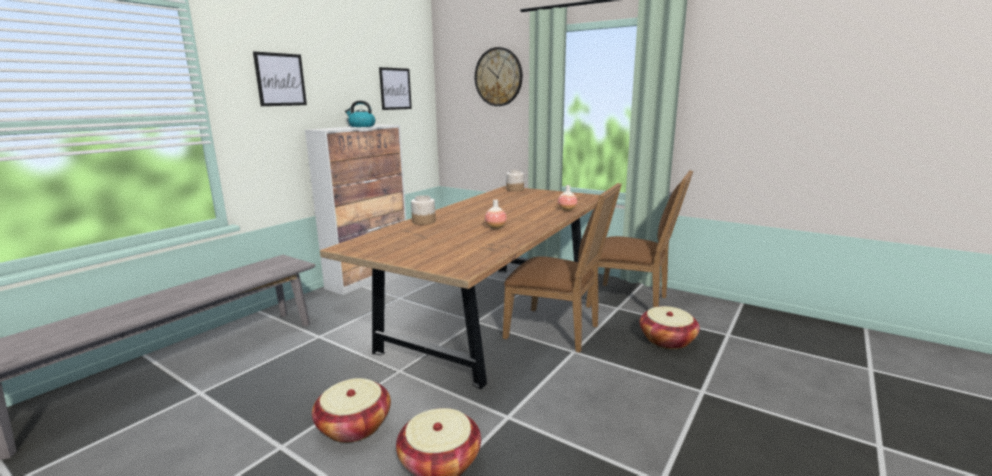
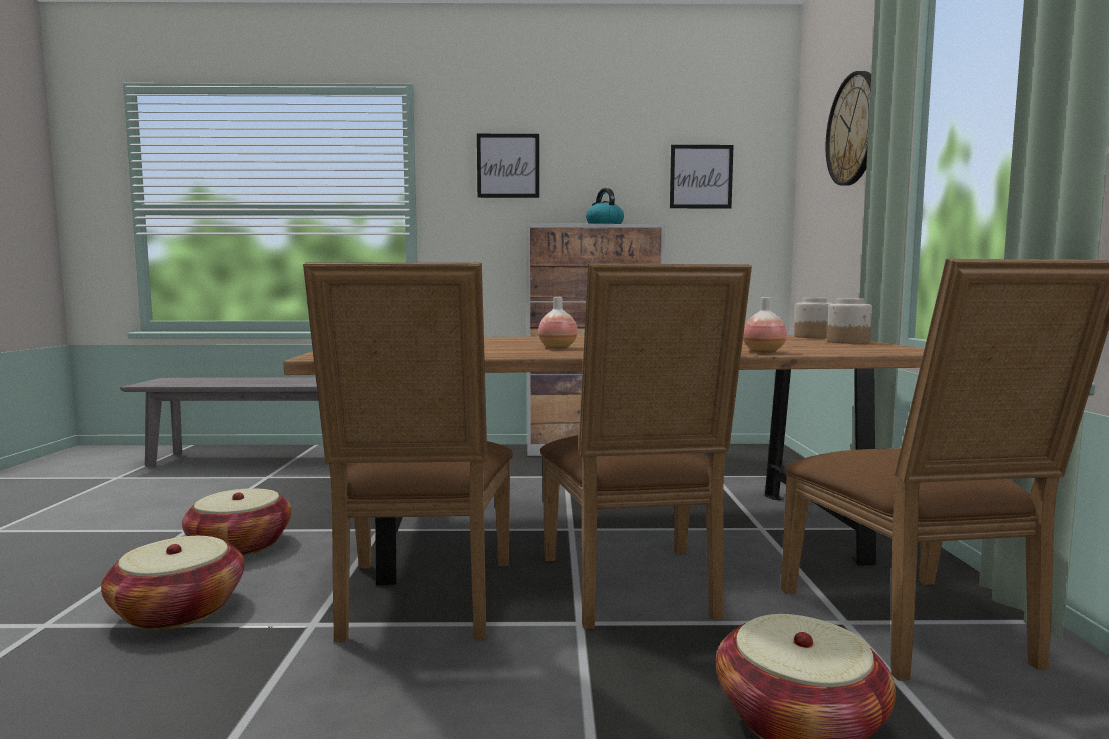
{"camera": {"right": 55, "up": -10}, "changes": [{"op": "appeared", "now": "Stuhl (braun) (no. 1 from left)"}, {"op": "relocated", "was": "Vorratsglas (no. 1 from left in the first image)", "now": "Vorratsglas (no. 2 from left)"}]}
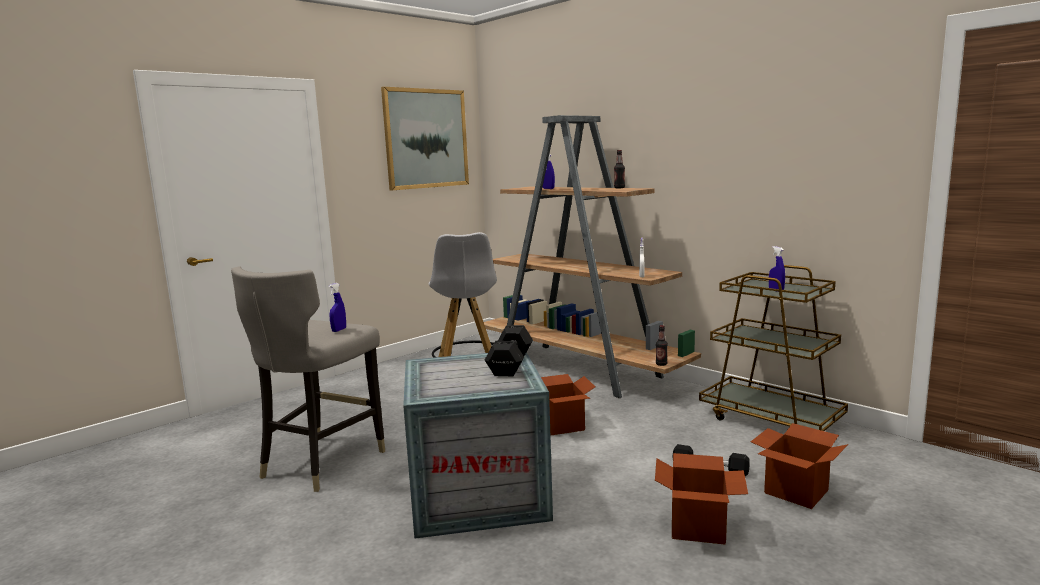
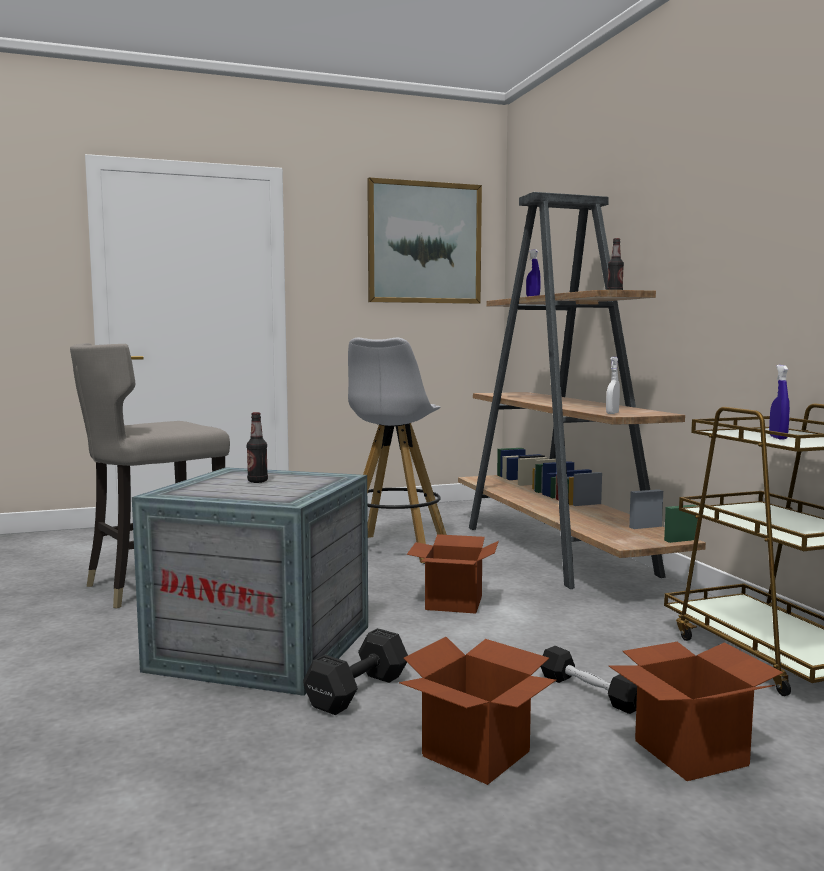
{"camera": {"right": 25, "up": -5}, "changes": [{"op": "missing", "was": "Sprühflasche (blau) (no. 1 from left)"}, {"op": "relocated", "was": "Hantel (schwarz) (no. 1 from left)"}, {"op": "relocated", "was": "Flasche (no. 2 from left in the first image)", "now": "Flasche (no. 1 from left)"}]}
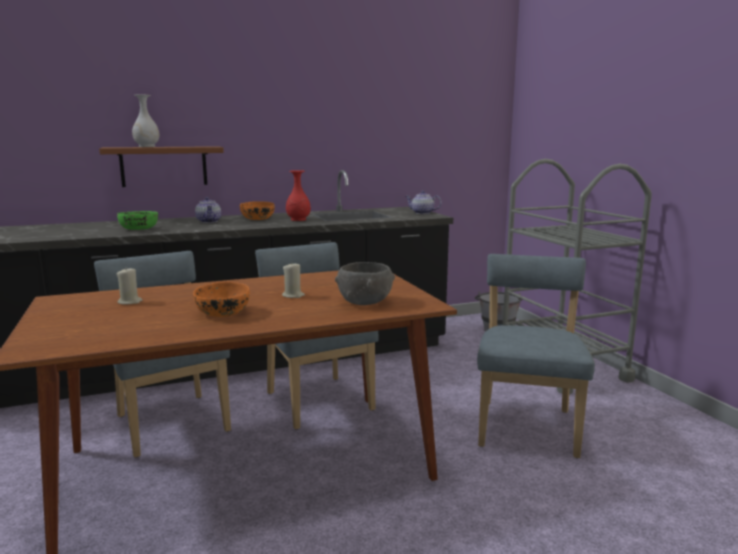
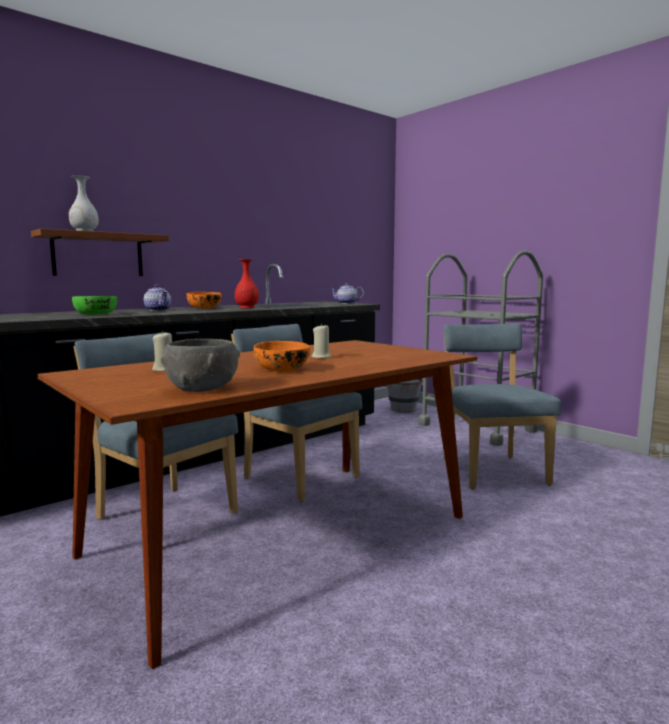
{"camera": {"right": -20, "up": -5}, "changes": [{"op": "relocated", "was": "Schüssel (grau)"}]}
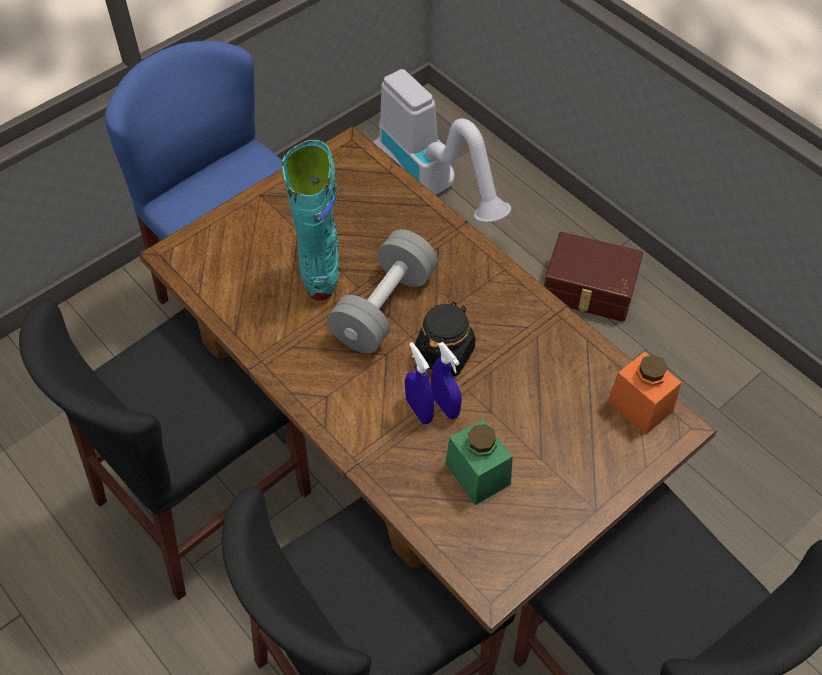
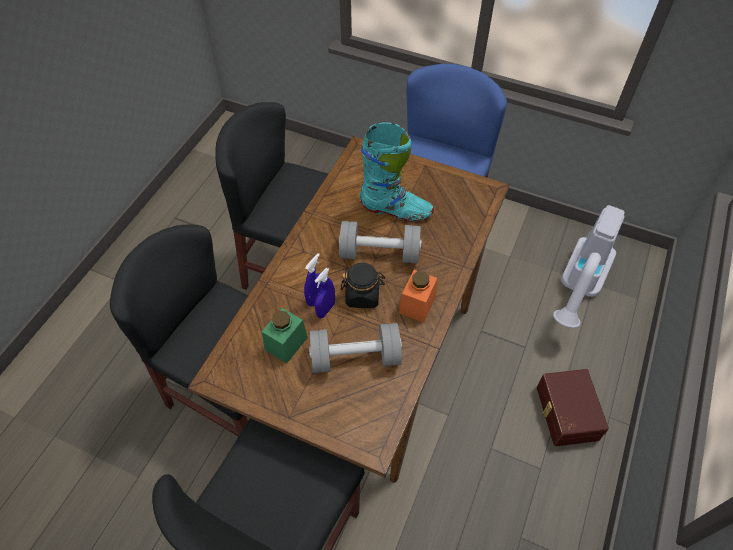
{"camera": {"right": 65, "up": 0}, "changes": [{"op": "appeared", "now": "Hantel (grau) (no. 1 from left)"}, {"op": "relocated", "was": "Vorratsglas (orange)"}, {"op": "spun", "was": "Stiefel (türkis)", "clockwise": 45}]}
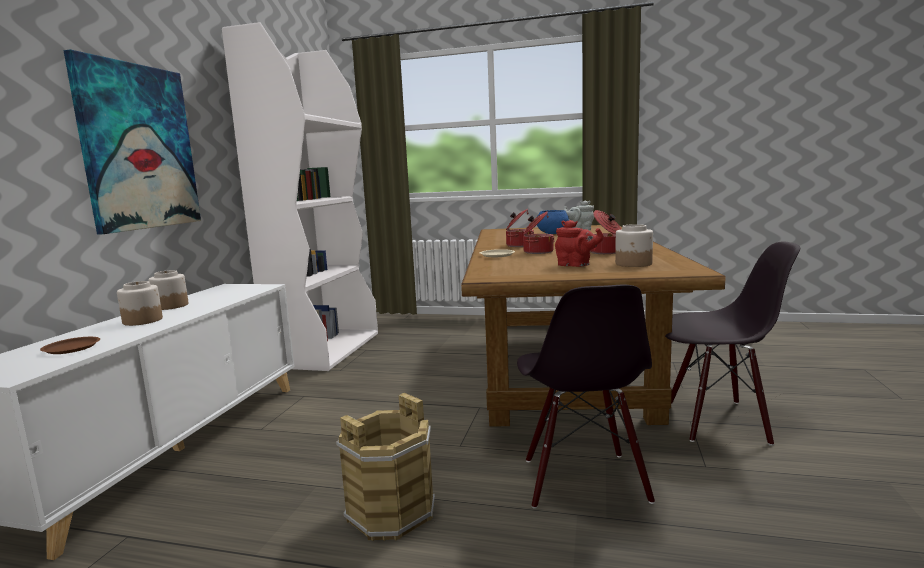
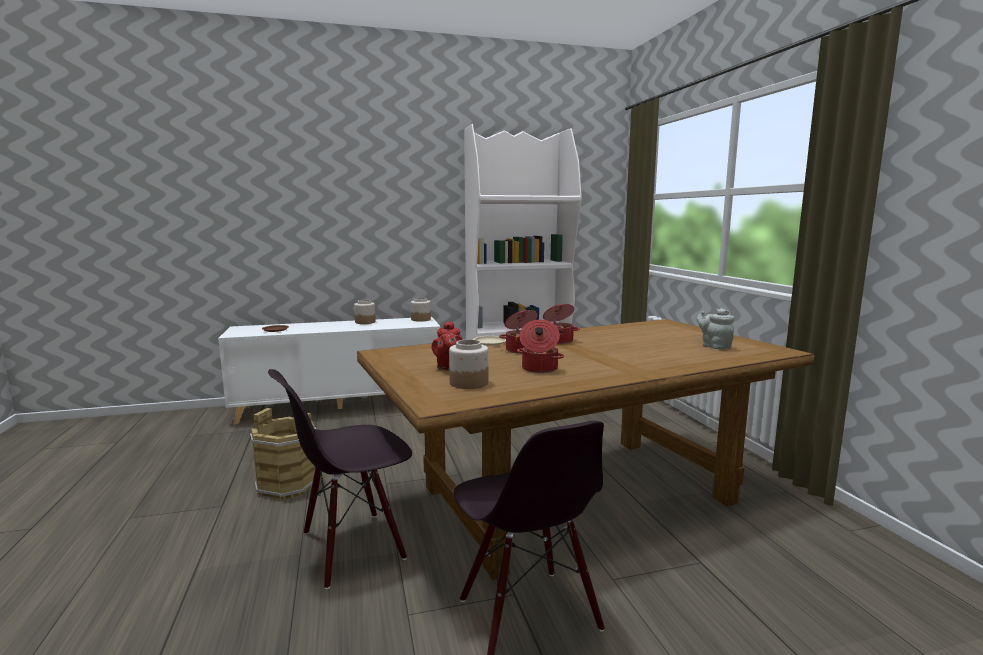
{"camera": {"right": 60, "up": 0}, "changes": [{"op": "missing", "was": "Bild"}, {"op": "missing", "was": "Schüssel (blau)"}, {"op": "relocated", "was": "Vorratsglas (no. 1 from left in the first image)", "now": "Vorratsglas (no. 2 from left)"}]}
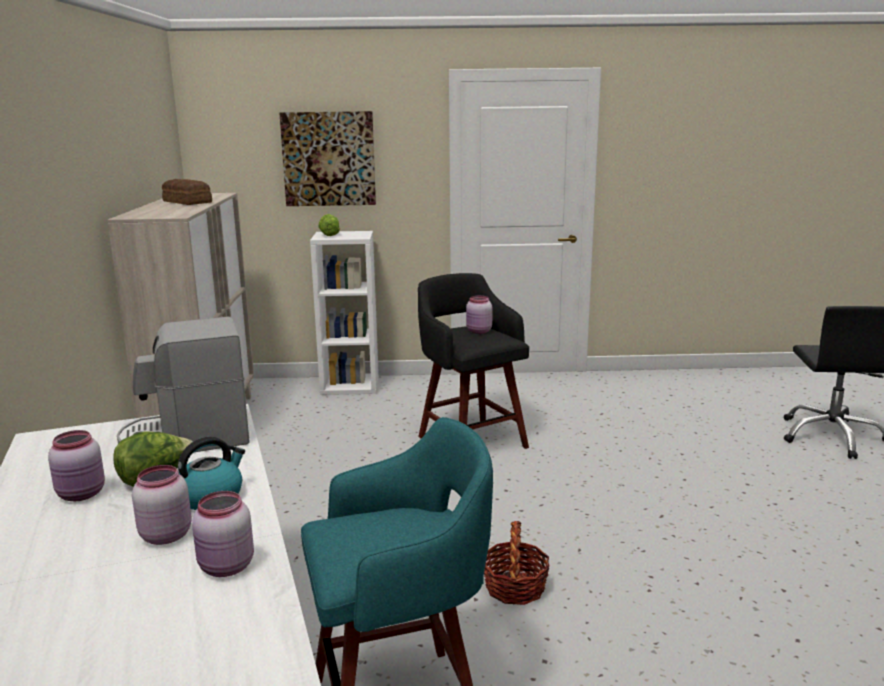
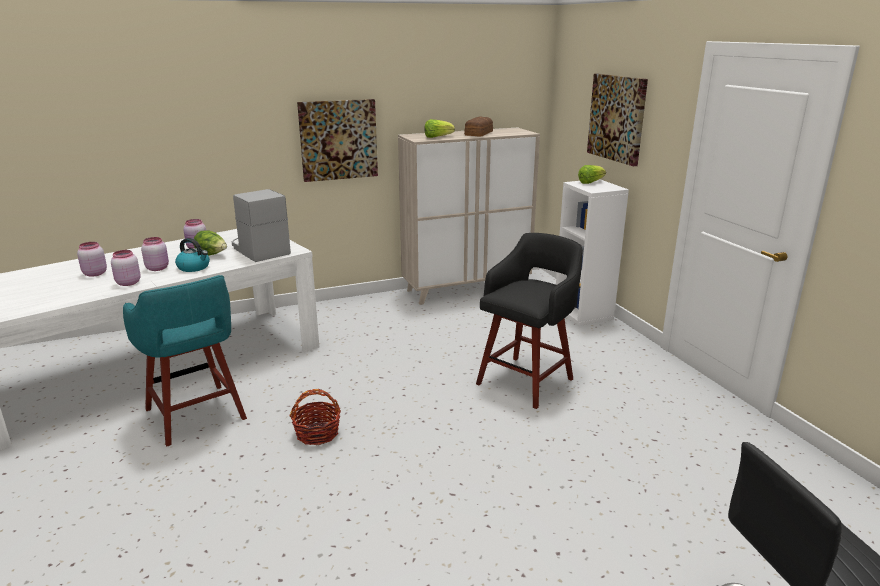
{"camera": {"right": 70, "up": 5}, "changes": [{"op": "appeared", "now": "Bild (no. 1 from left)"}, {"op": "appeared", "now": "Salatkopf (no. 2 from left)"}, {"op": "relocated", "was": "Vorratsglas (rosa) (no. 4 from left in the first image)", "now": "Vorratsglas (rosa) (no. 1 from left)"}]}
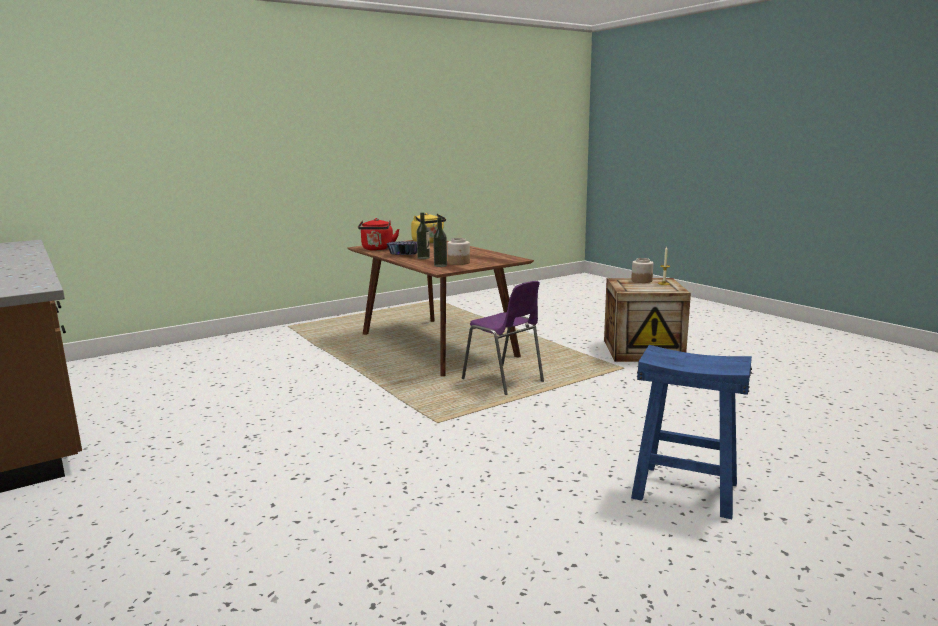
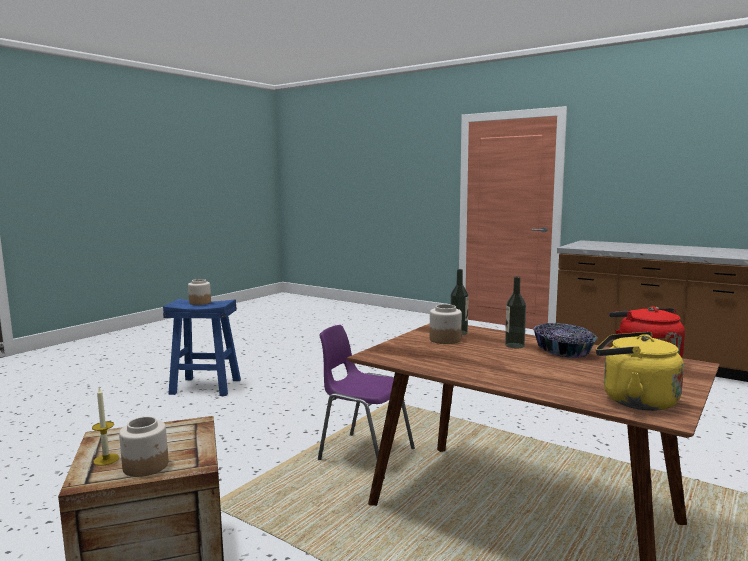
{"camera": {"right": 160, "up": -5}, "changes": [{"op": "appeared", "now": "Vorratsglas (no. 2 from left)"}]}
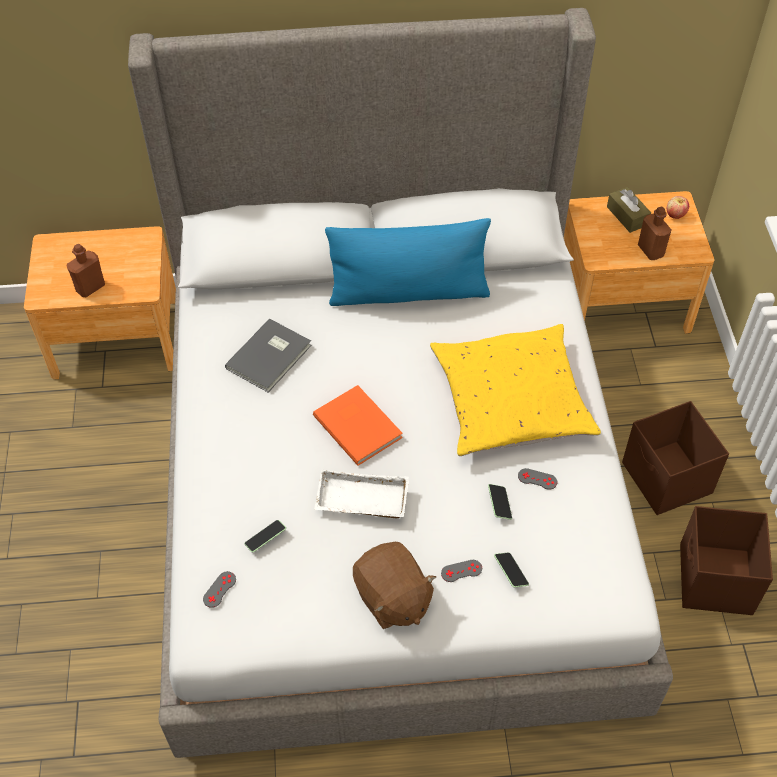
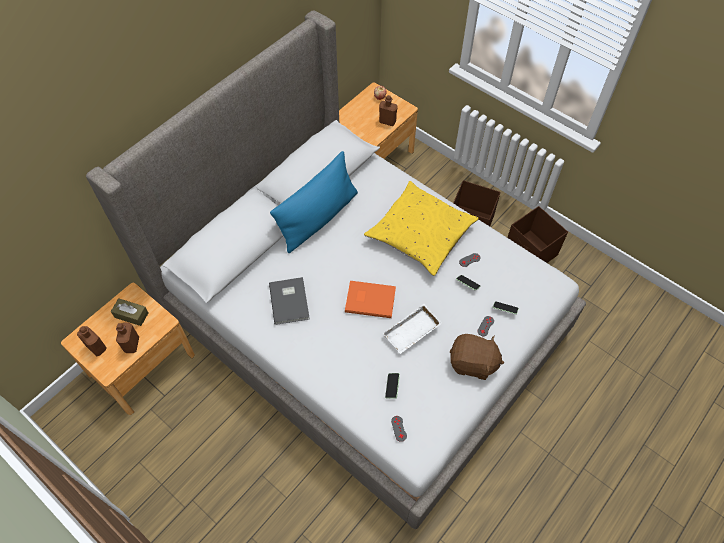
{"camera": {"right": -45, "up": 5}, "changes": [{"op": "appeared", "now": "Flasche (braun) (no. 1 from left)"}, {"op": "relocated", "was": "Taschentuchbox (braun)"}]}
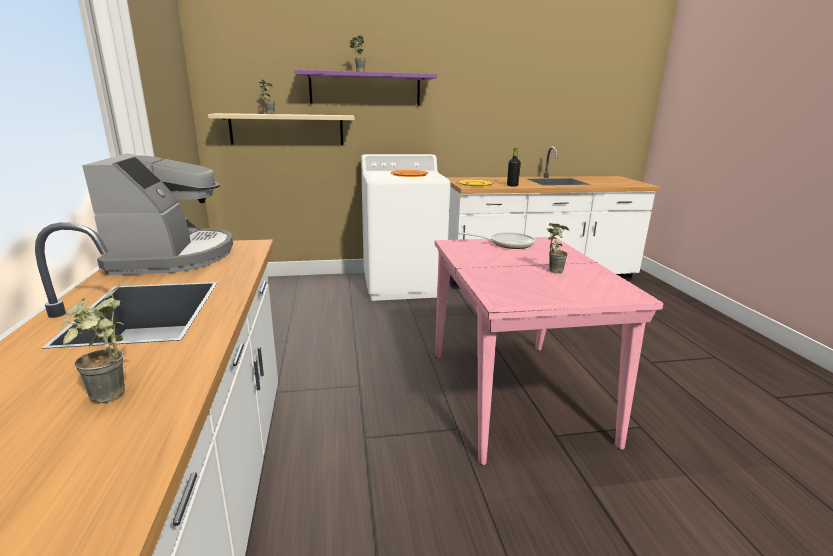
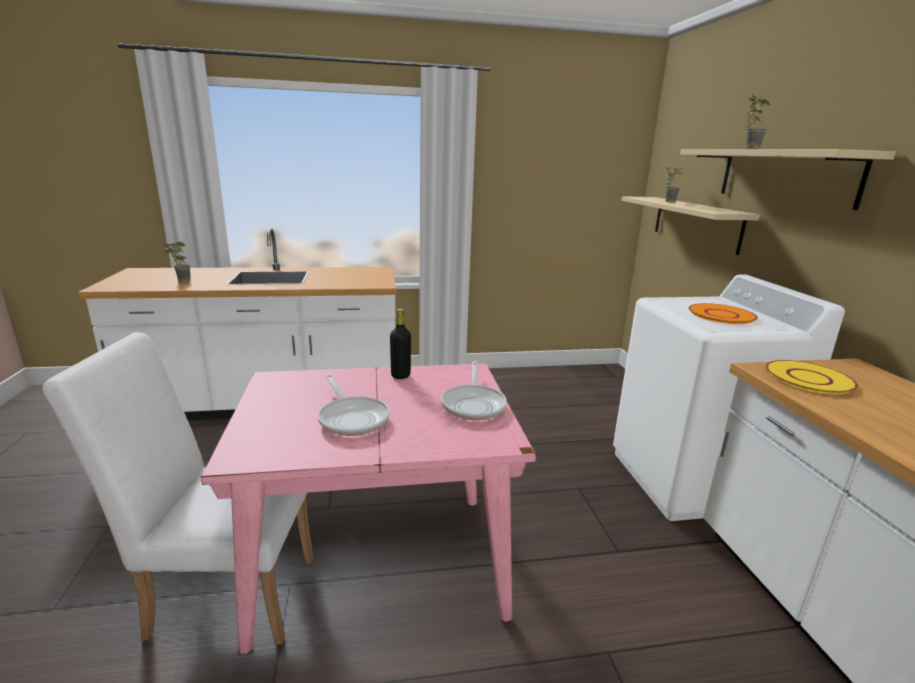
{"camera": {"right": 90, "up": 0}, "changes": [{"op": "missing", "was": "Kaffeemaschine"}, {"op": "appeared", "now": "Stuhl (weiß)"}, {"op": "relocated", "was": "Flasche (schwarz)"}, {"op": "exchanged", "was": "Topfpflanze (no. 4 from left)", "now": "Pfanne (no. 1 from left)"}, {"op": "colour", "was": "Wandregal (lila)", "now": "Wandregal (beige) (no. 2 from left)"}]}
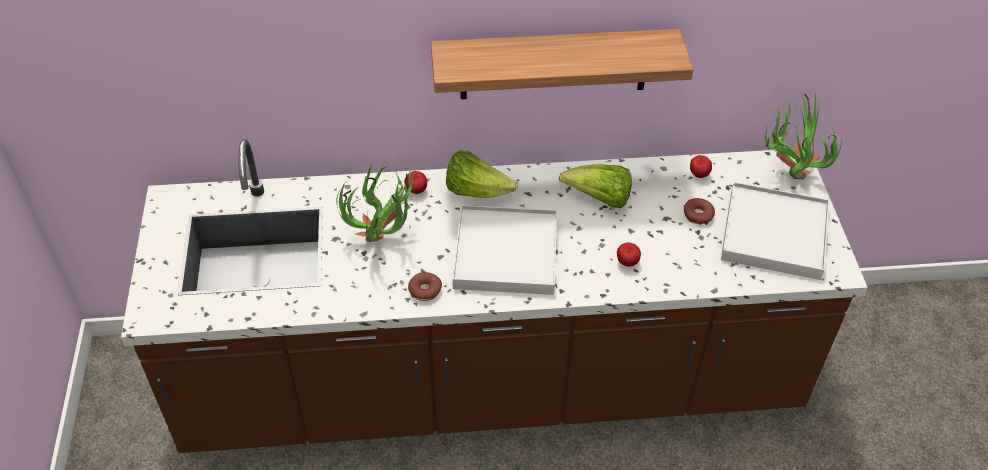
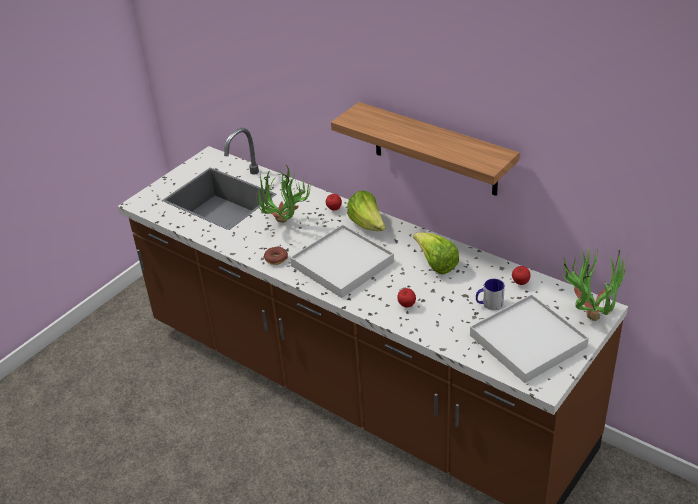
{"camera": {"right": 45, "up": -10}, "changes": [{"op": "exchanged", "was": "Donut (no. 2 from left)", "now": "Henkelbecher"}]}
